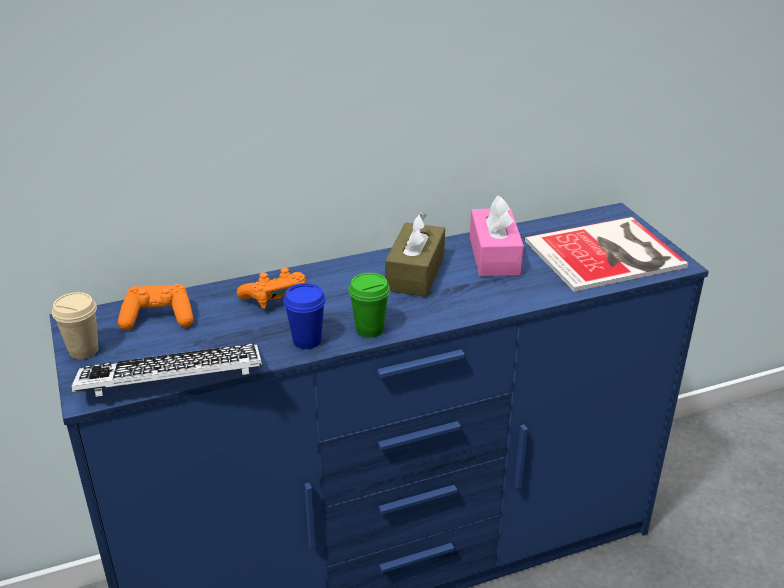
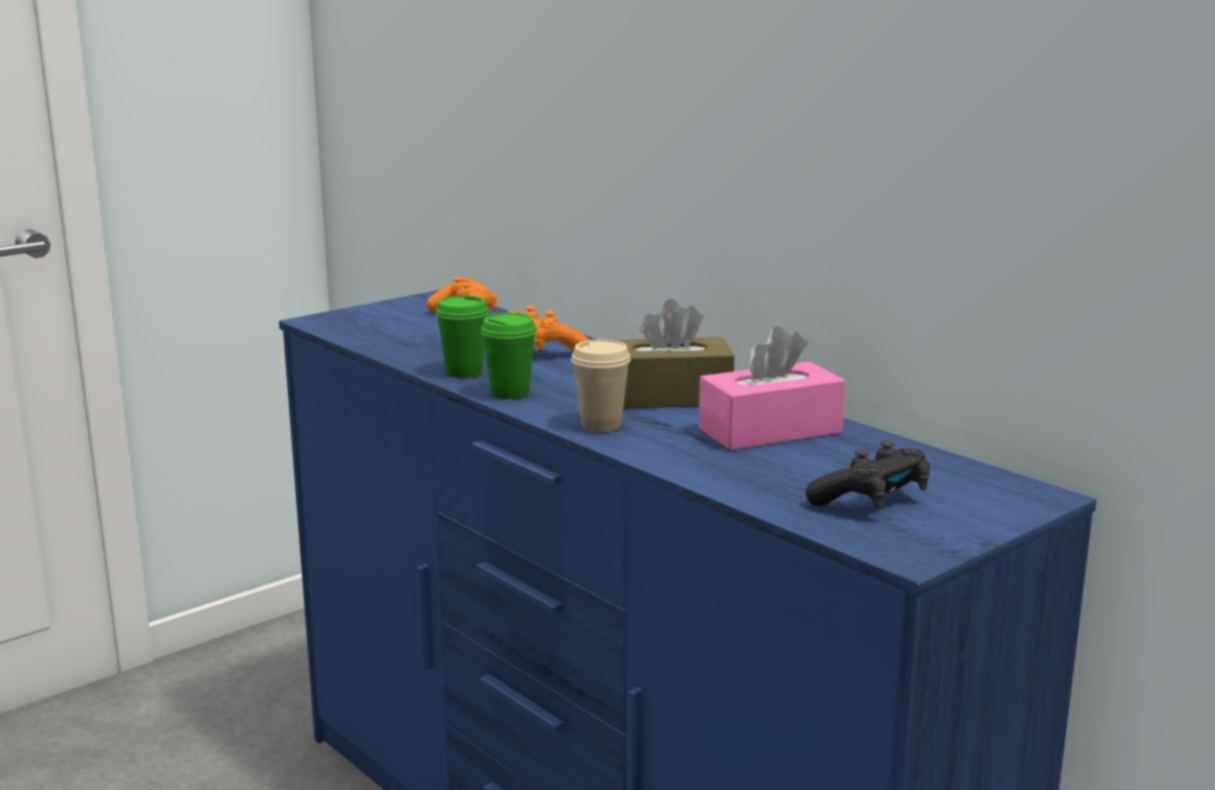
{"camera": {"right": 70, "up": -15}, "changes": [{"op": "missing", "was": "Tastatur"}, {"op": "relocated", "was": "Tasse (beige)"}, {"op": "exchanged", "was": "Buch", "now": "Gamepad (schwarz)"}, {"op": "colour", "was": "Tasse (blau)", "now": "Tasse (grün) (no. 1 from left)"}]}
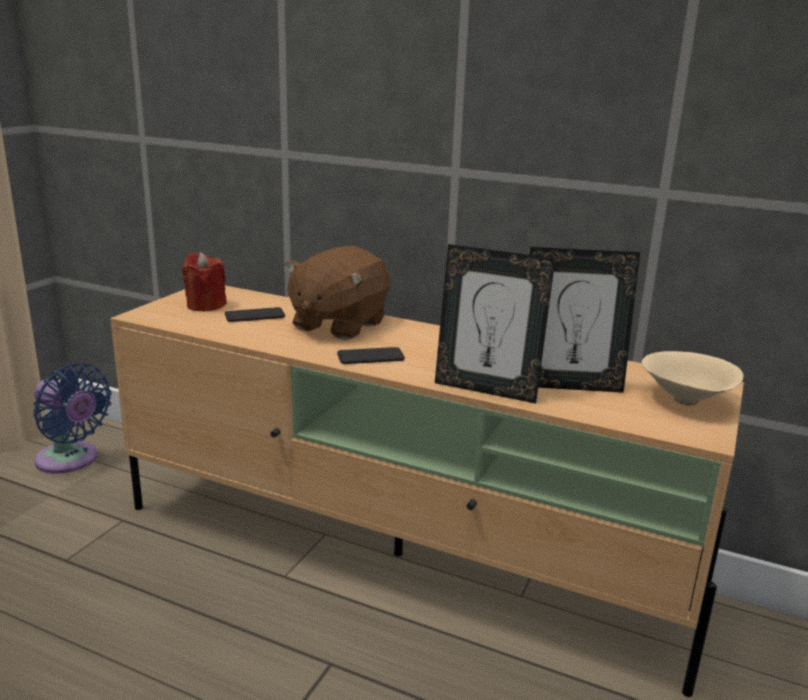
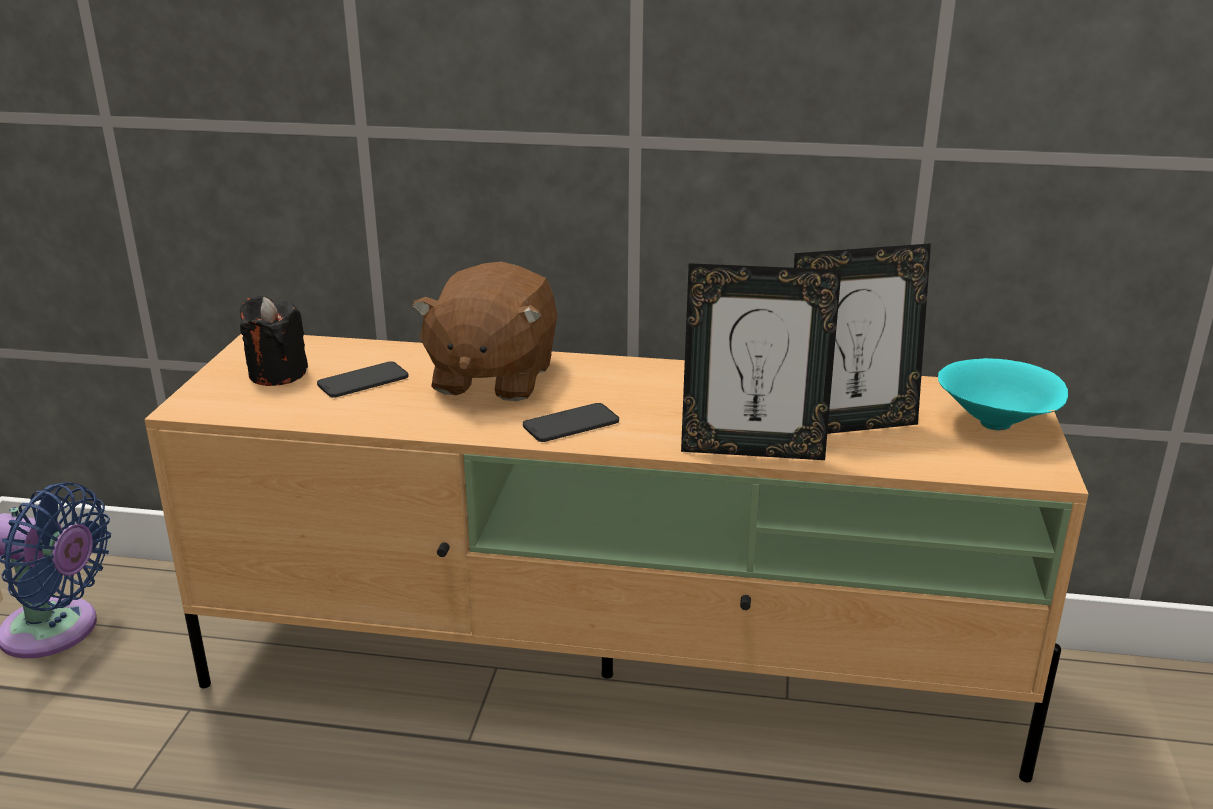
{"camera": {"right": -15, "up": 5}, "changes": [{"op": "colour", "was": "Kerze (rot)", "now": "Kerze (schwarz)"}, {"op": "colour", "was": "Schüssel (beige)", "now": "Schüssel (türkis)"}]}
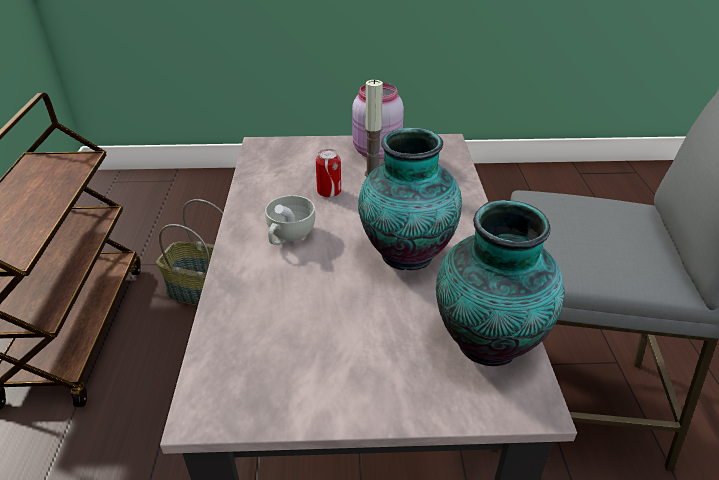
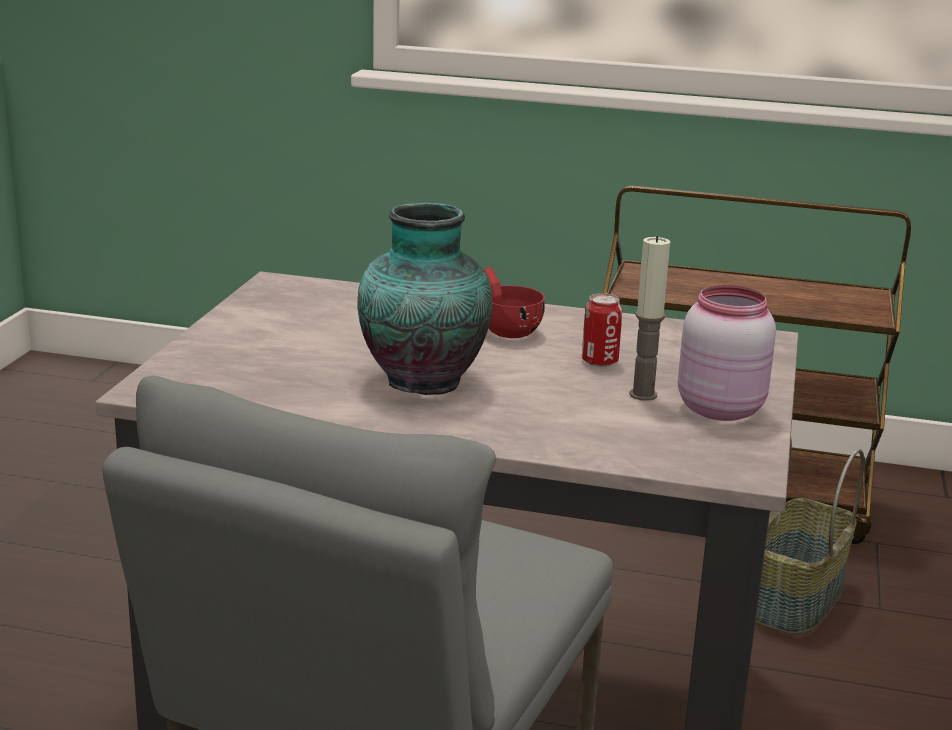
{"camera": {"right": 105, "up": -15}, "changes": [{"op": "missing", "was": "Vase (no. 2 from left)"}, {"op": "colour", "was": "Tasse (weiß)", "now": "Tasse (rot)"}]}
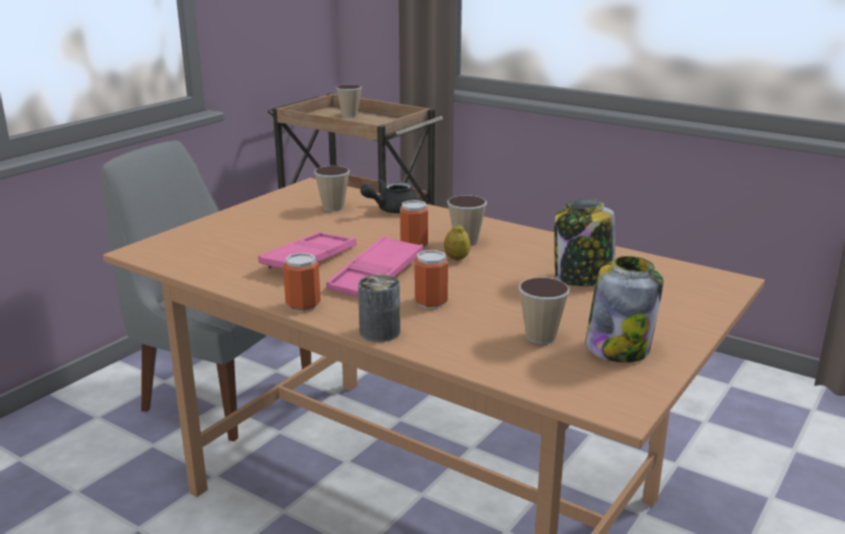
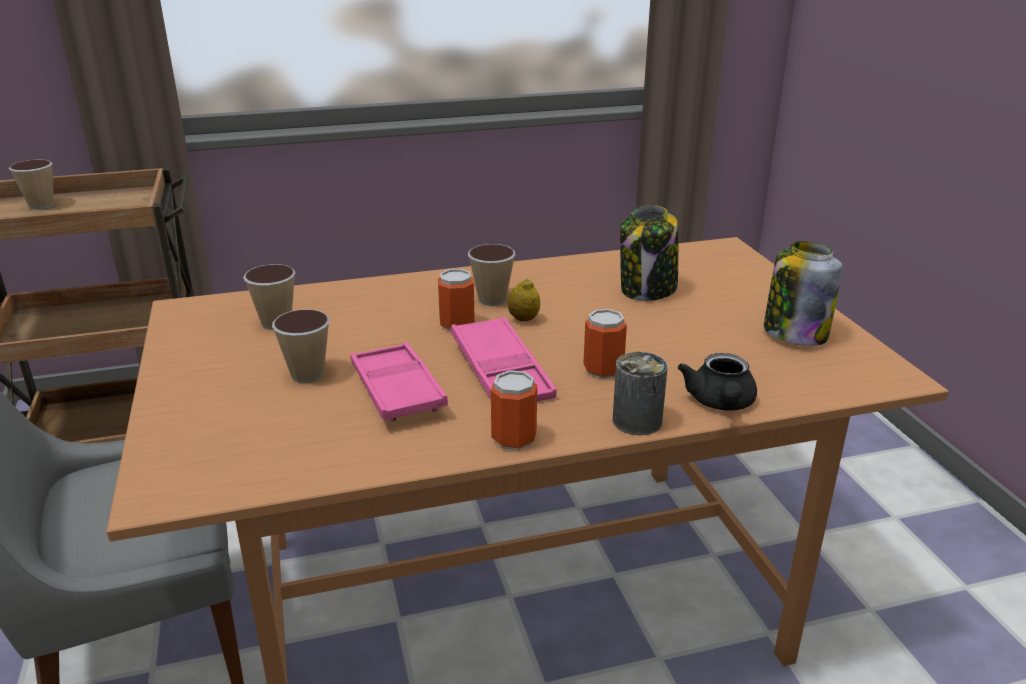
{"camera": {"right": -50, "up": 5}, "changes": [{"op": "relocated", "was": "Teekanne (schwarz)"}, {"op": "relocated", "was": "Tasse (no. 4 from left in the first image)", "now": "Tasse (no. 3 from left)"}]}
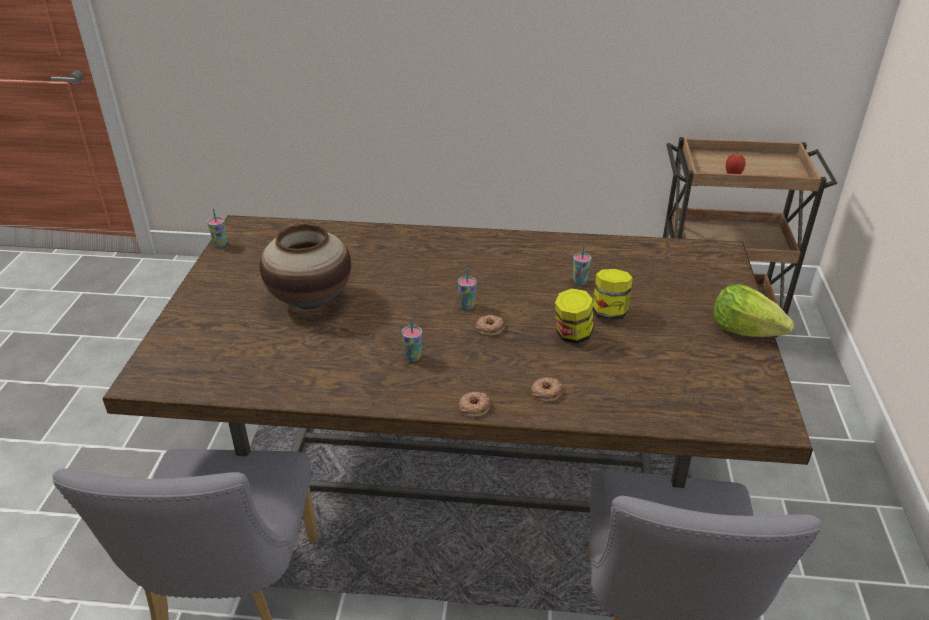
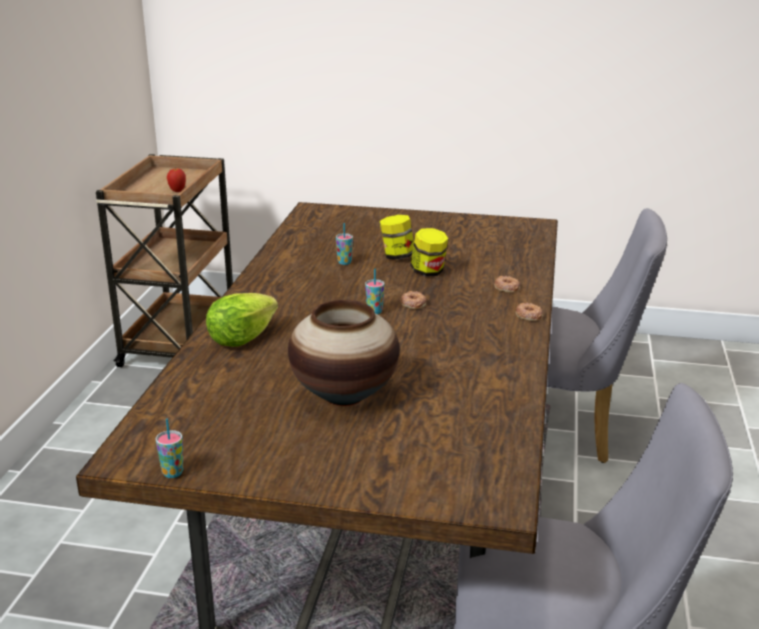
{"camera": {"right": -85, "up": -10}, "changes": [{"op": "missing", "was": "Tasse (no. 2 from left)"}, {"op": "relocated", "was": "Salatkopf"}]}
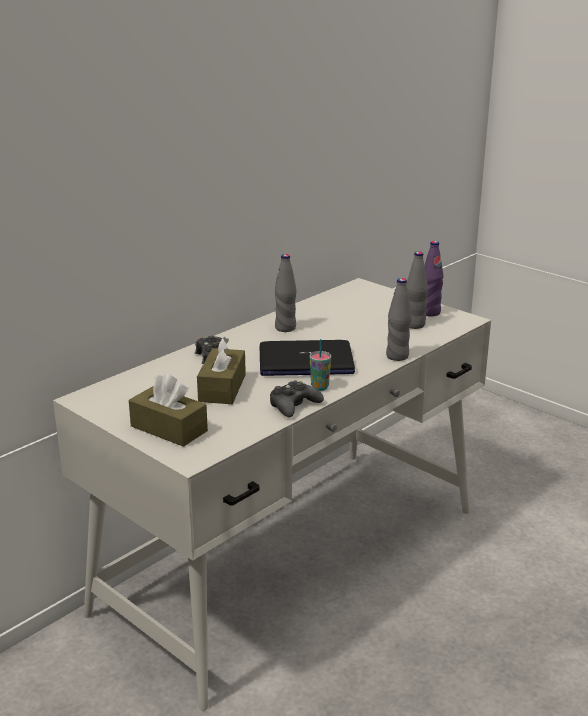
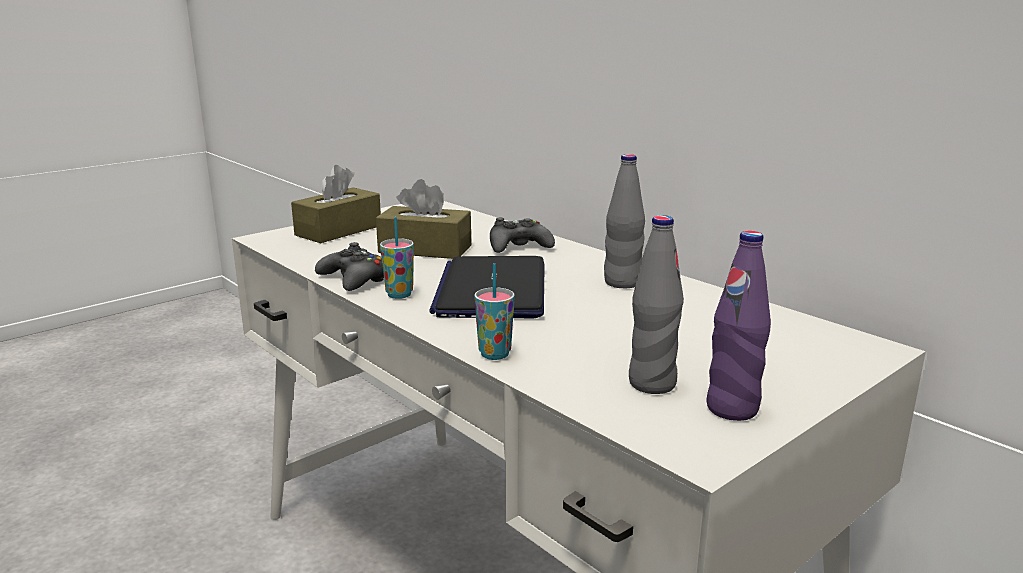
{"camera": {"right": 95, "up": -5}, "changes": [{"op": "exchanged", "was": "Flasche (grau) (no. 2 from left)", "now": "Tasse (no. 2 from left)"}]}
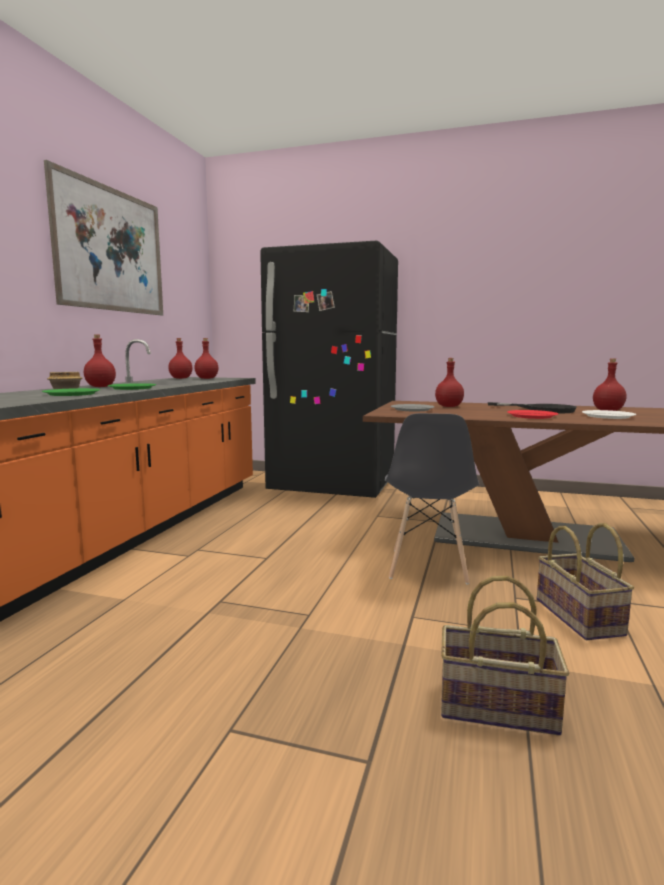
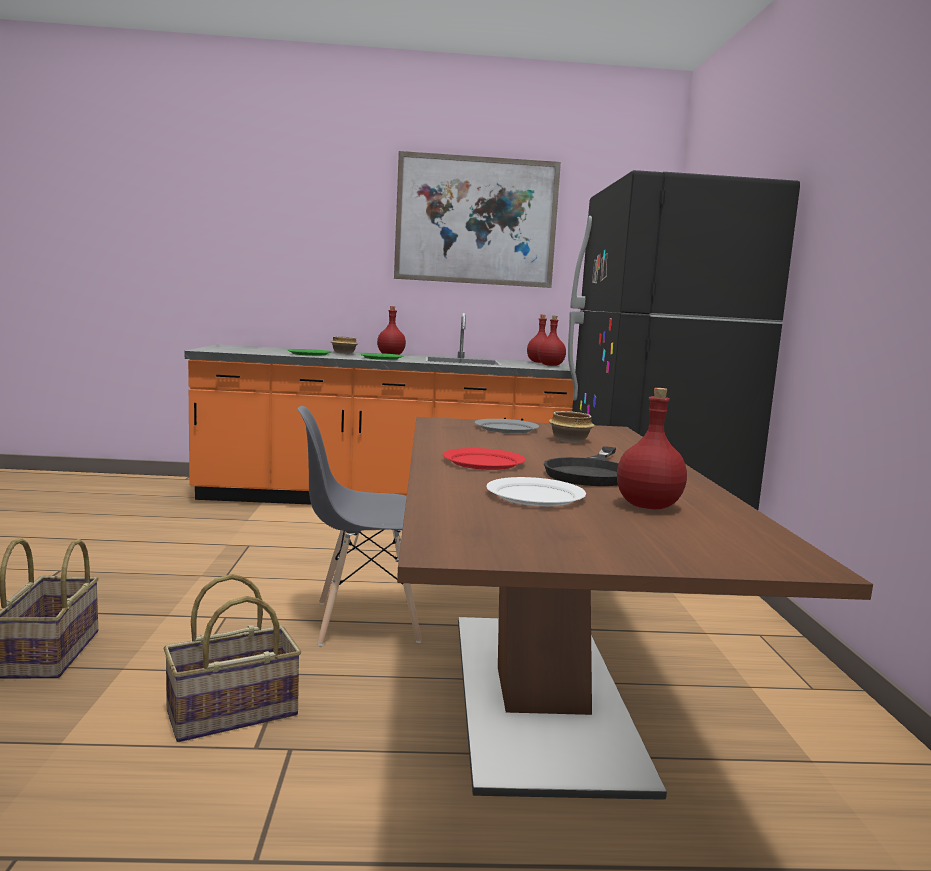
{"camera": {"right": 70, "up": 0}, "changes": [{"op": "exchanged", "was": "Flasche (rot) (no. 4 from left)", "now": "Schüssel (no. 2 from left)"}]}
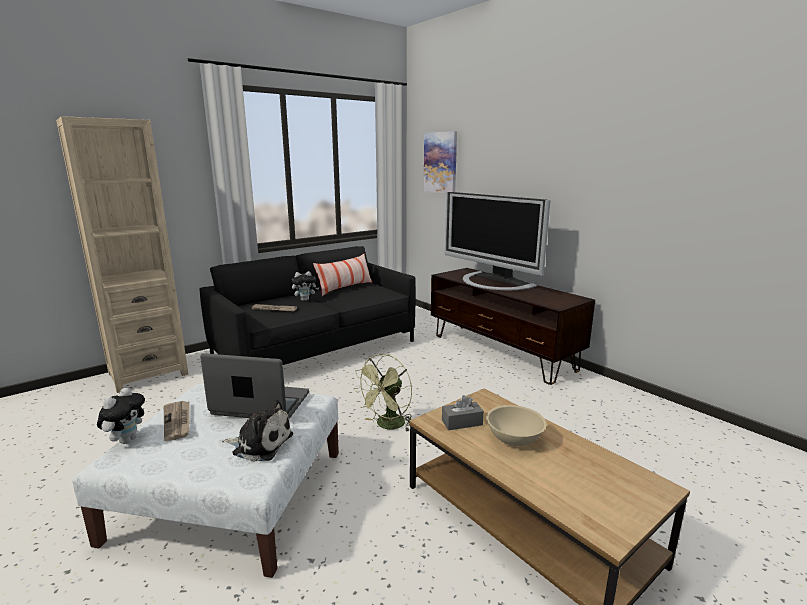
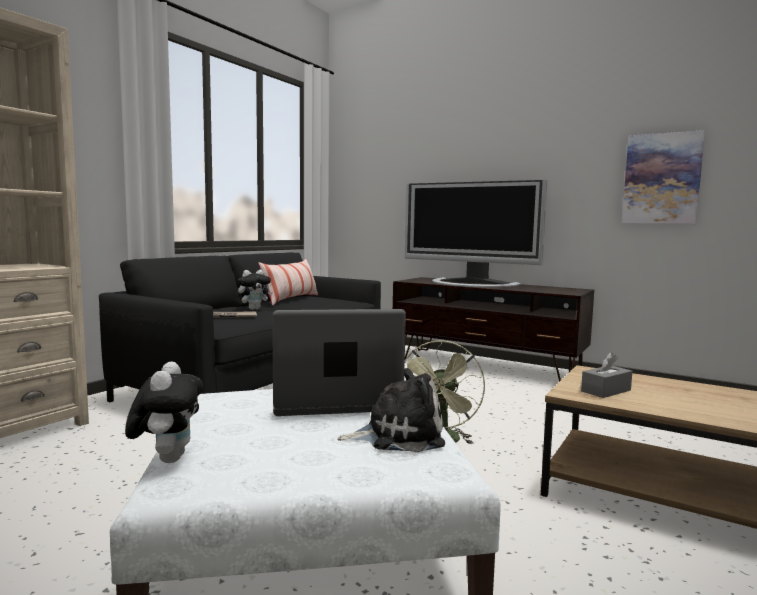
{"camera": {"right": -20, "up": -10}, "changes": [{"op": "missing", "was": "Zeitung (no. 1 from left)"}, {"op": "missing", "was": "Schüssel (beige)"}, {"op": "relocated", "was": "Bild"}]}
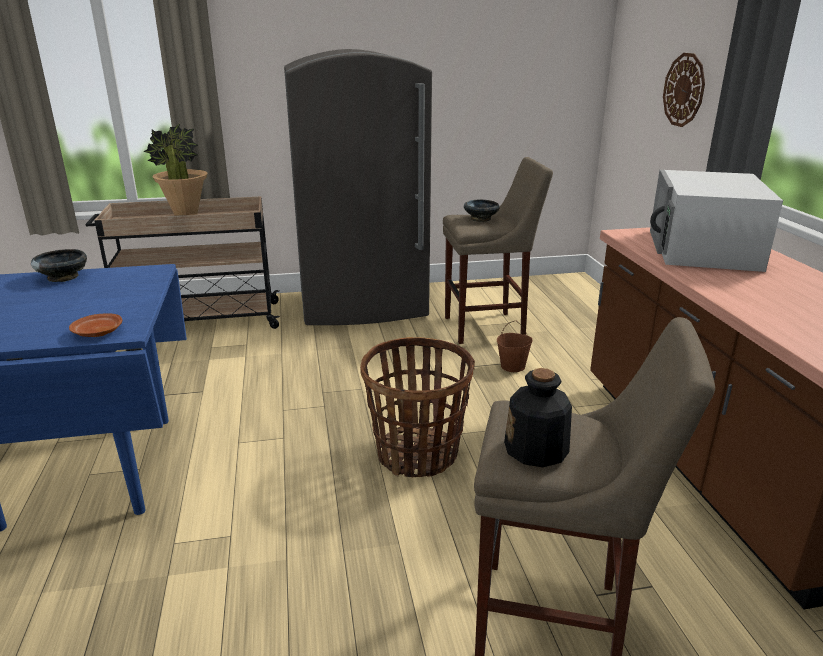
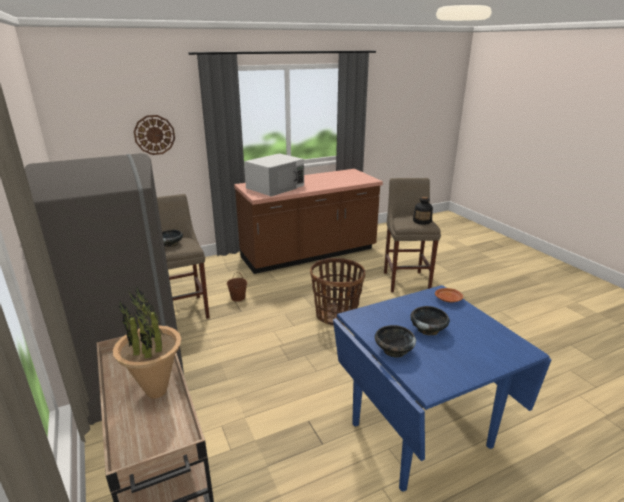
{"camera": {"right": -105, "up": 0}, "changes": [{"op": "appeared", "now": "Schüssel (schwarz) (no. 3 from left)"}, {"op": "spun", "was": "Mikrowelle (weiß)", "clockwise": -45}]}
